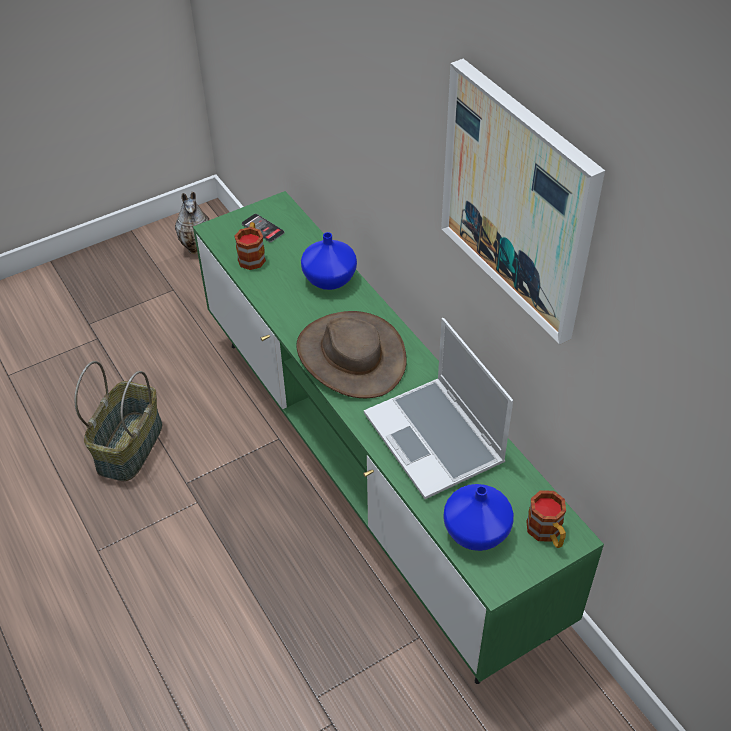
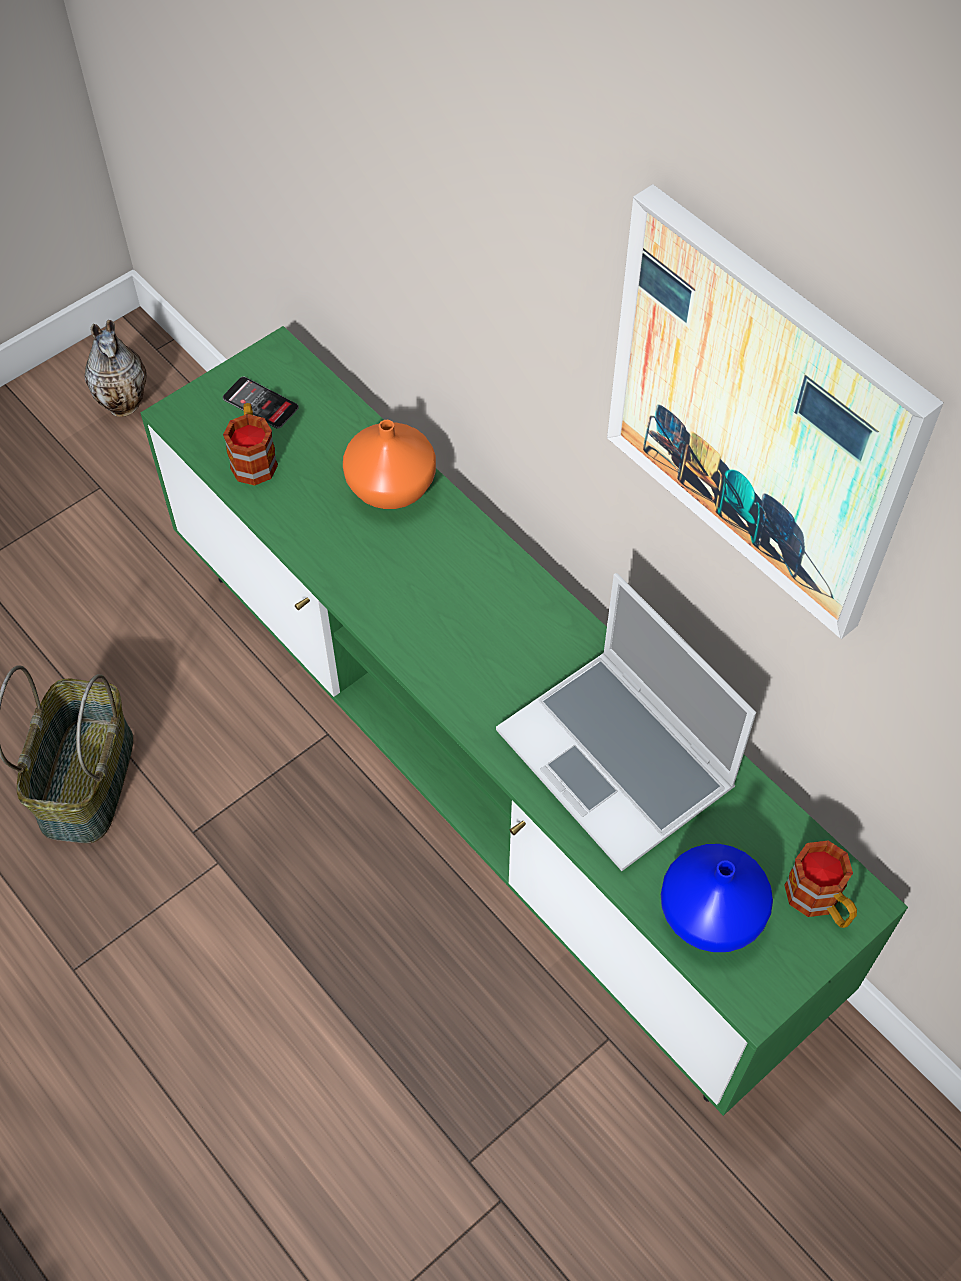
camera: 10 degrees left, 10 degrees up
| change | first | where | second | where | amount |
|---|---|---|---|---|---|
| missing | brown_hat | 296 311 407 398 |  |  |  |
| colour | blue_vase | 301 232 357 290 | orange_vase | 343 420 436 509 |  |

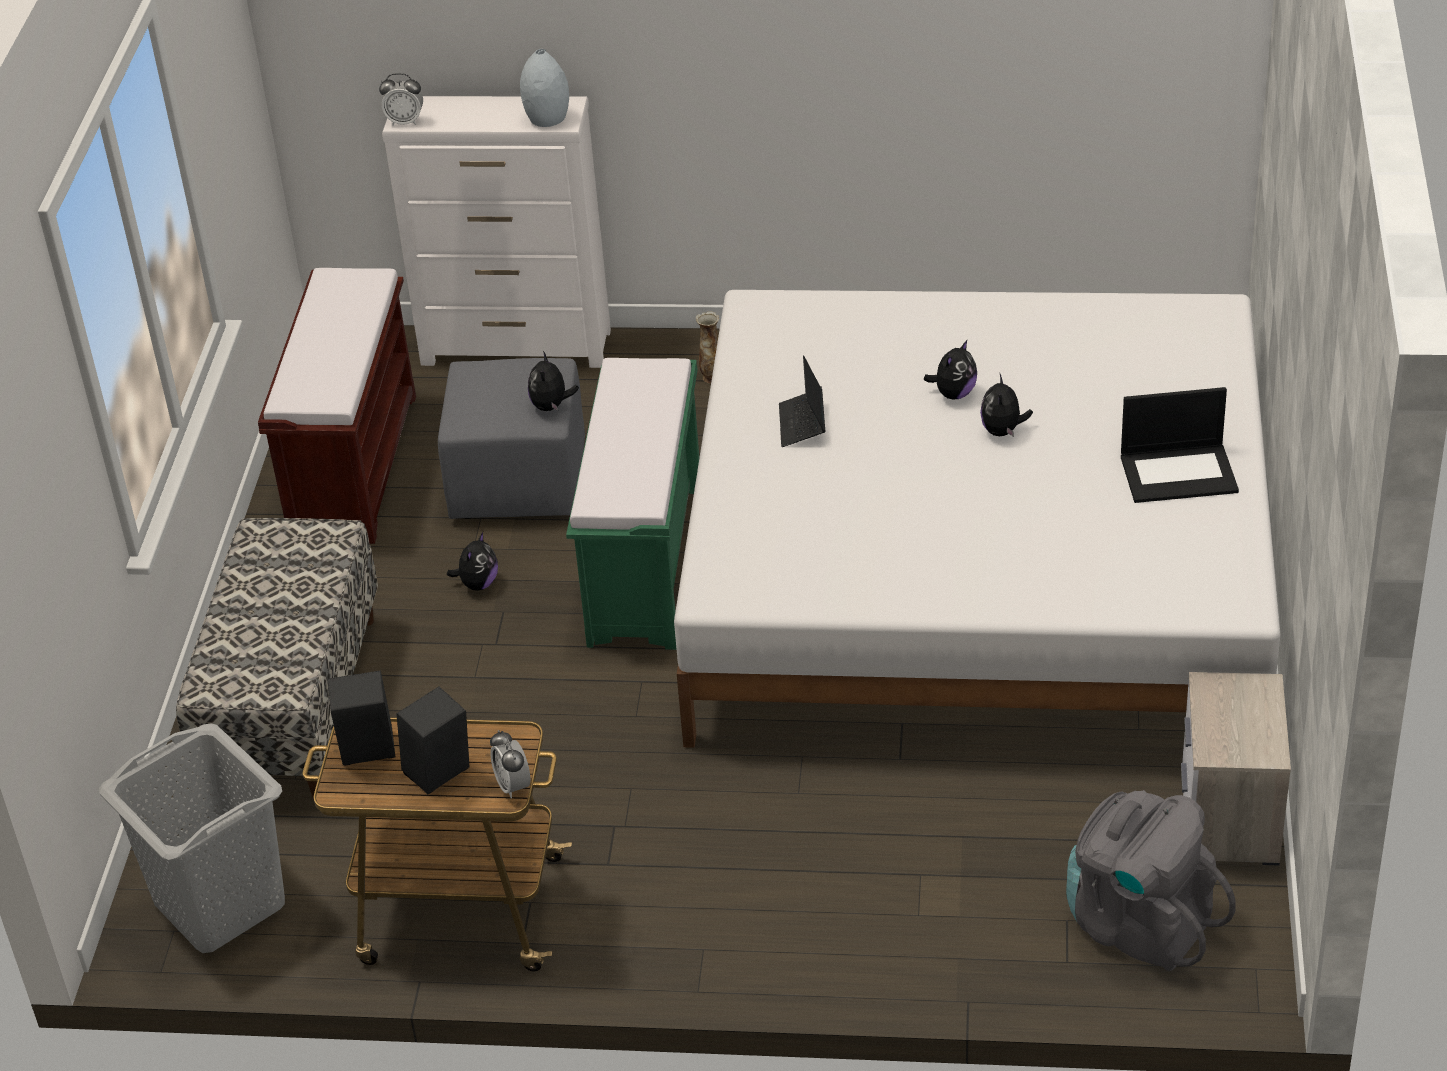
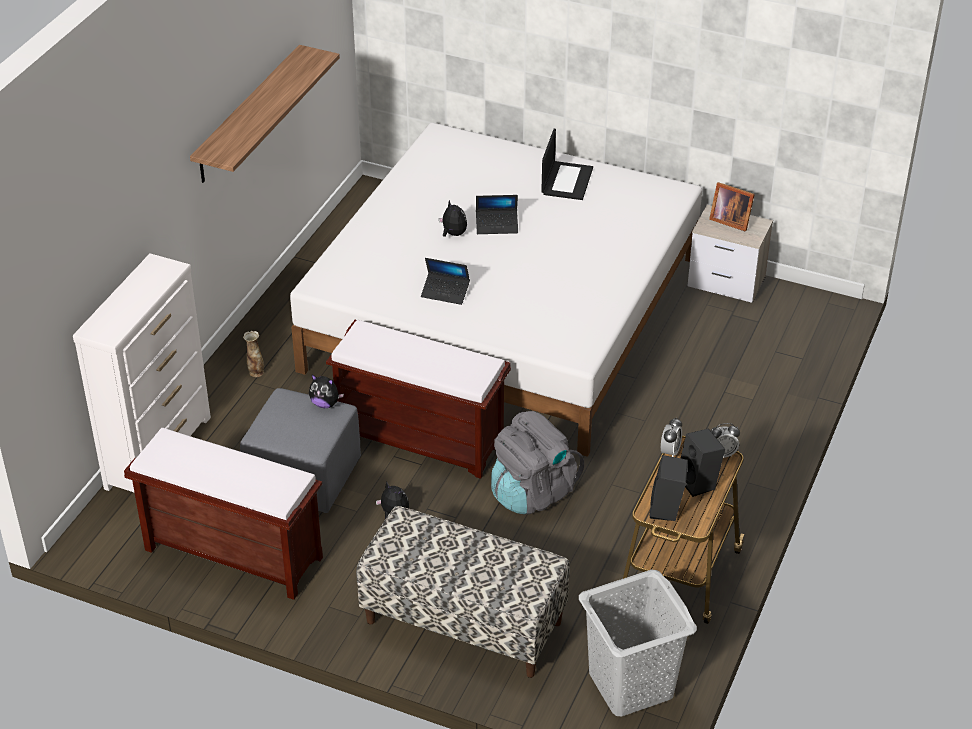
camera: 75 degrees left, 0 degrees up
| change | first | where | second | where | amount |
|---|---|---|---|---|---|
| relocated | alarm_clock | 379 73 423 126 |  | 661 417 682 457 |  |
| missing | grey_vase | 520 49 569 127 |  |  |  |
| colour | green_bench | 566 358 699 650 | brown_bench | 326 320 511 479 |  |
| exchanged | plush_toy | 980 374 1033 437 | laptop | 476 195 518 234 |  |
| relocated | grey_backpack | 1066 790 1236 971 |  | 491 411 584 514 |  |
| appeared |  |  | shelf | 190 45 340 183 |  |
| appeared |  |  | picture_frame | 709 182 755 232 |  |

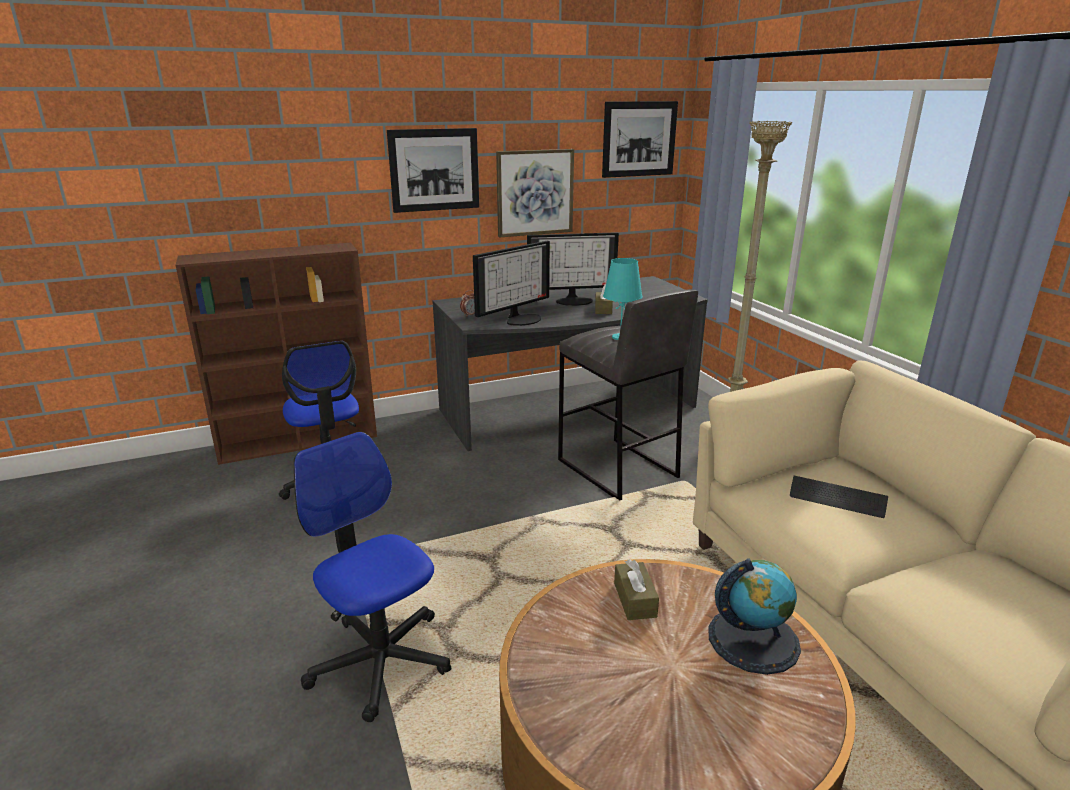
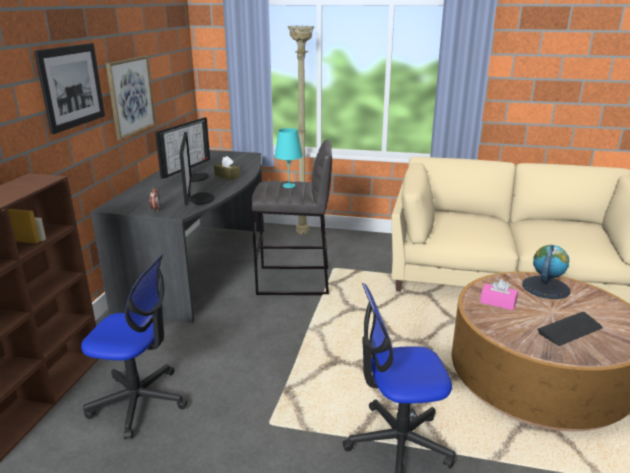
camera: 55 degrees left, 0 degrees up
| change | first | where | second | where | amount |
|---|---|---|---|---|---|
| missing | picture | 602 101 678 178 |  |  |  |
| colour | brown_tissue_box | 614 560 659 620 | pink_tissue_box | 480 279 518 310 |  |
| relocated | keyboard | 790 476 888 518 |  | 538 312 603 346 |  |

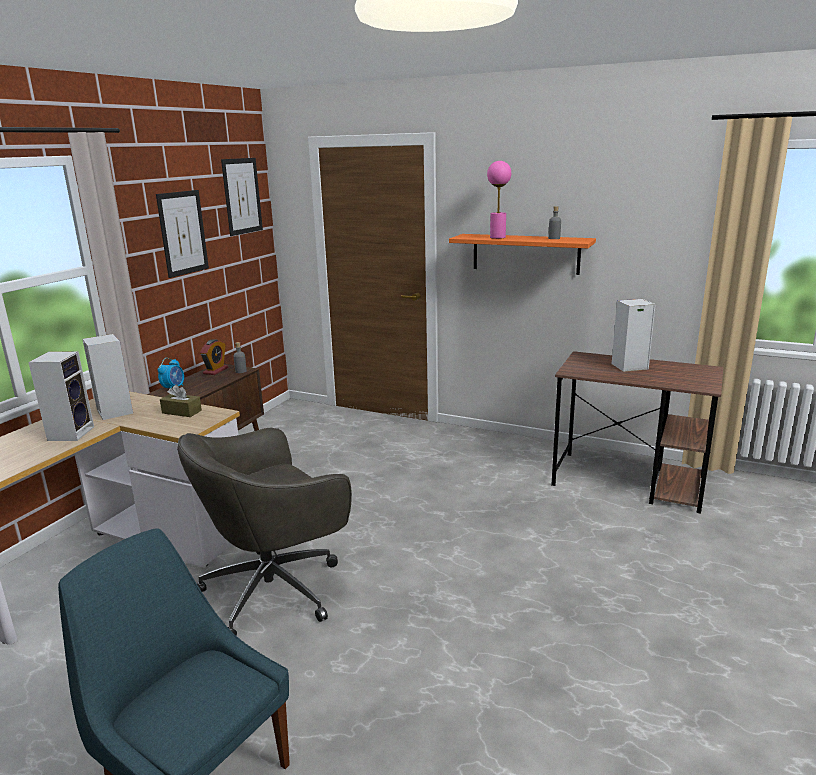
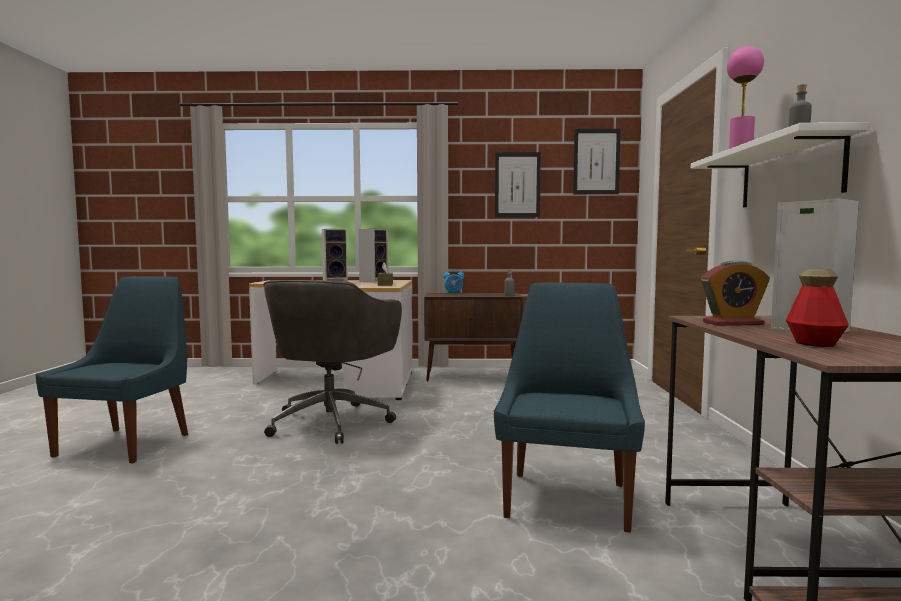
camera: 65 degrees right, 15 degrees down
| change | first | where | second | where | amount |
|---|---|---|---|---|---|
| spun | grey_office_chair | 177 428 352 636 |  | 263 280 402 444 | 105 degrees counterclockwise |
| relocated | alarm_clock | 200 339 228 375 |  | 701 261 770 326 |  |
| colour | orange_shelf | 449 234 596 275 | white_shelf | 691 122 869 207 |  |
| appeared |  |  | blue_chair | 494 283 645 533 |  |
| appeared |  |  | bottle | 786 269 849 347 |  |

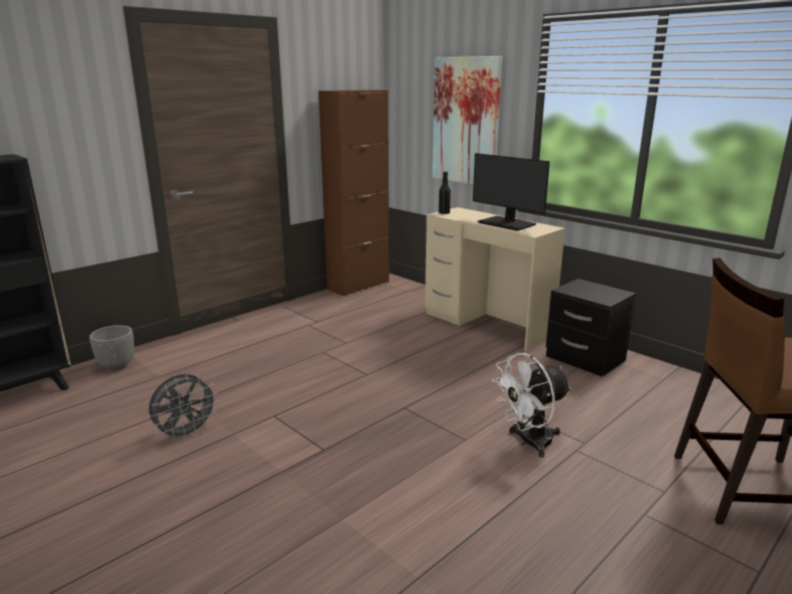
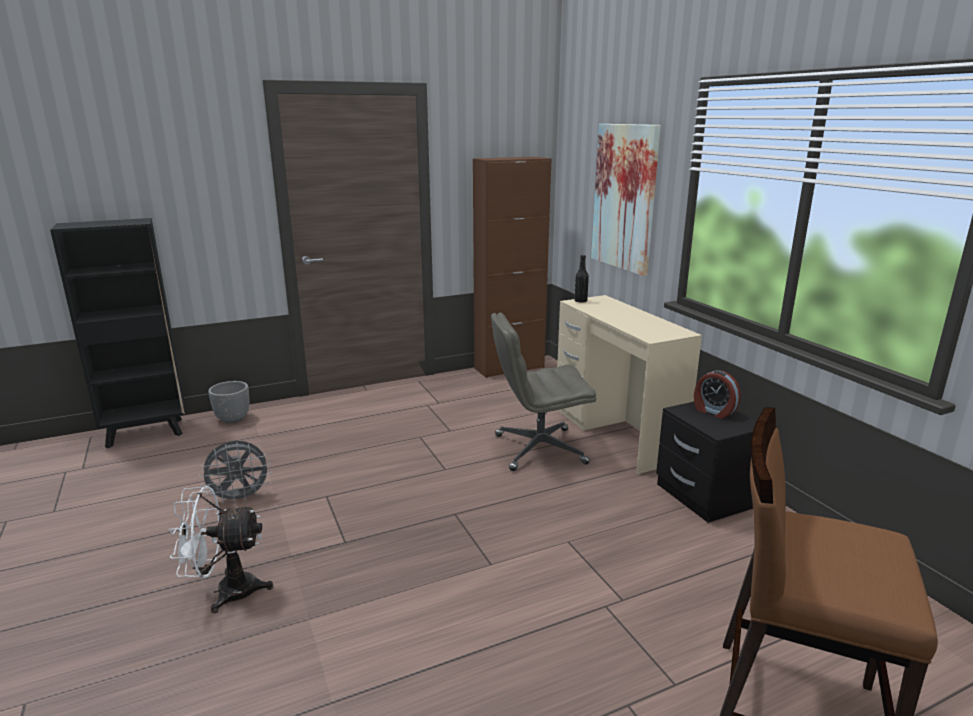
camera: 20 degrees right, 0 degrees up
| change | first | where | second | where | amount |
|---|---|---|---|---|---|
| missing | monitor | 473 153 550 231 |  |  |  |
| relocated | white_fan | 492 353 571 458 |  | 169 486 273 614 |  |
| appeared |  |  | grey_office_chair | 491 313 596 471 |  |
| appeared |  |  | alarm_clock | 694 370 741 419 |  |

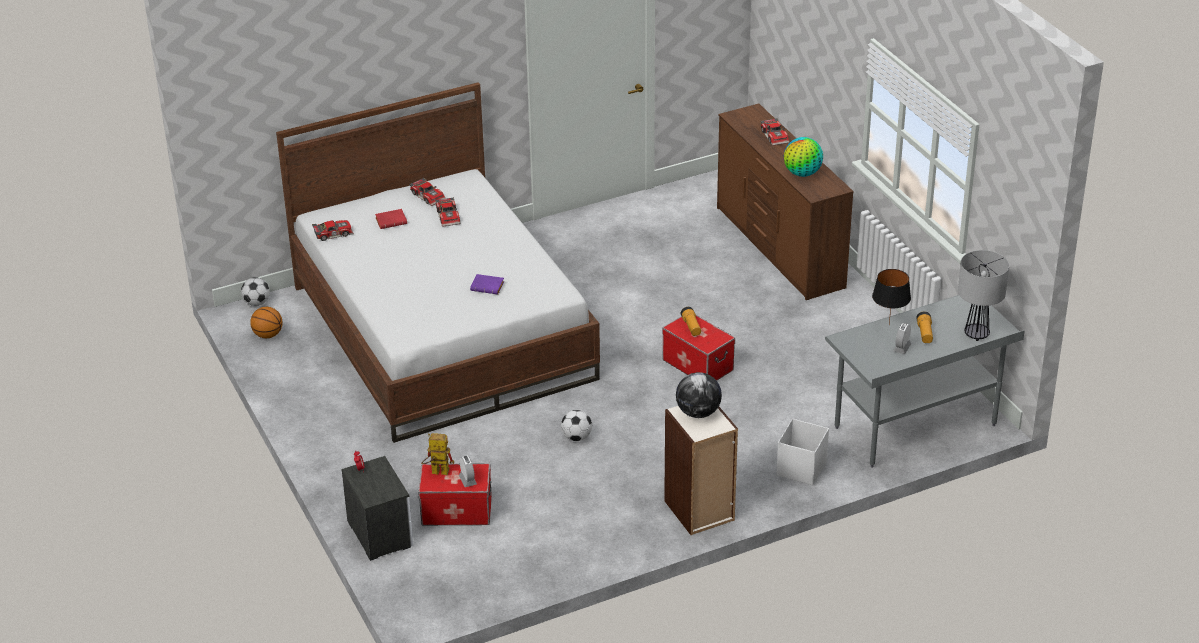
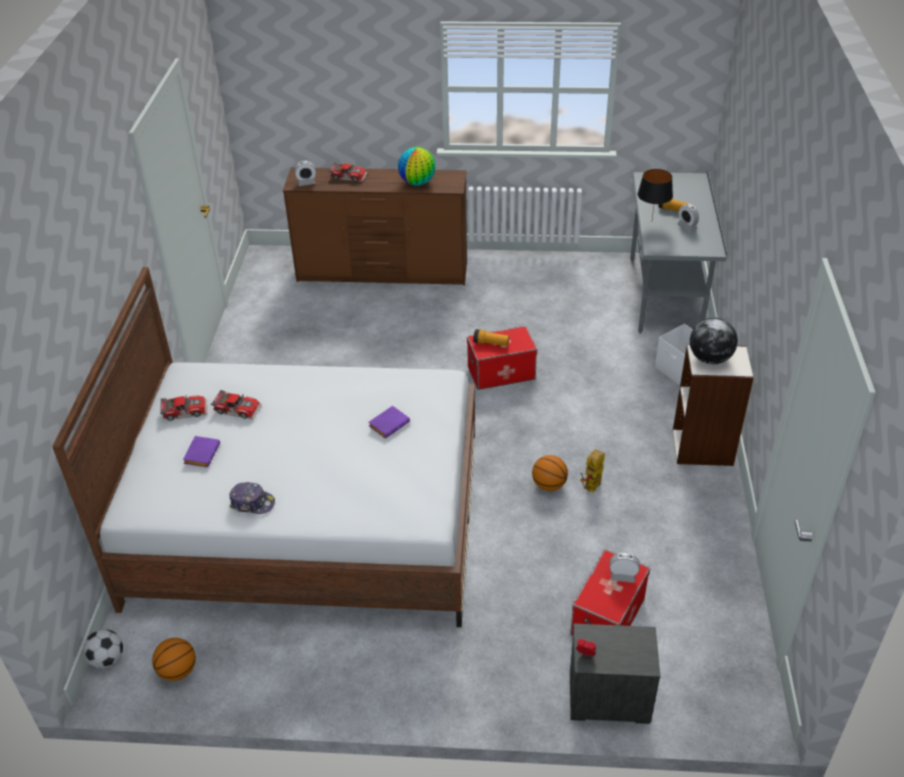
camera: 60 degrees left, 5 degrees up
| change | first | where | second | where | amount |
|---|---|---|---|---|---|
| missing | toy_car | 312 220 354 241 |  |  |  |
| colour | red_book | 375 209 407 229 | purple_book | 183 436 220 467 |  |
| relocated | toy_robot | 421 433 454 475 |  | 580 449 605 493 |  |
| exchanged | football | 561 410 592 441 | basketball | 532 455 568 491 |  |
| missing | table_lamp | 958 250 1009 341 |  |  |  |
| appeared |  |  | cap | 230 482 275 514 |  |
| appeared |  |  | alarm_clock | 294 161 316 186 |  |

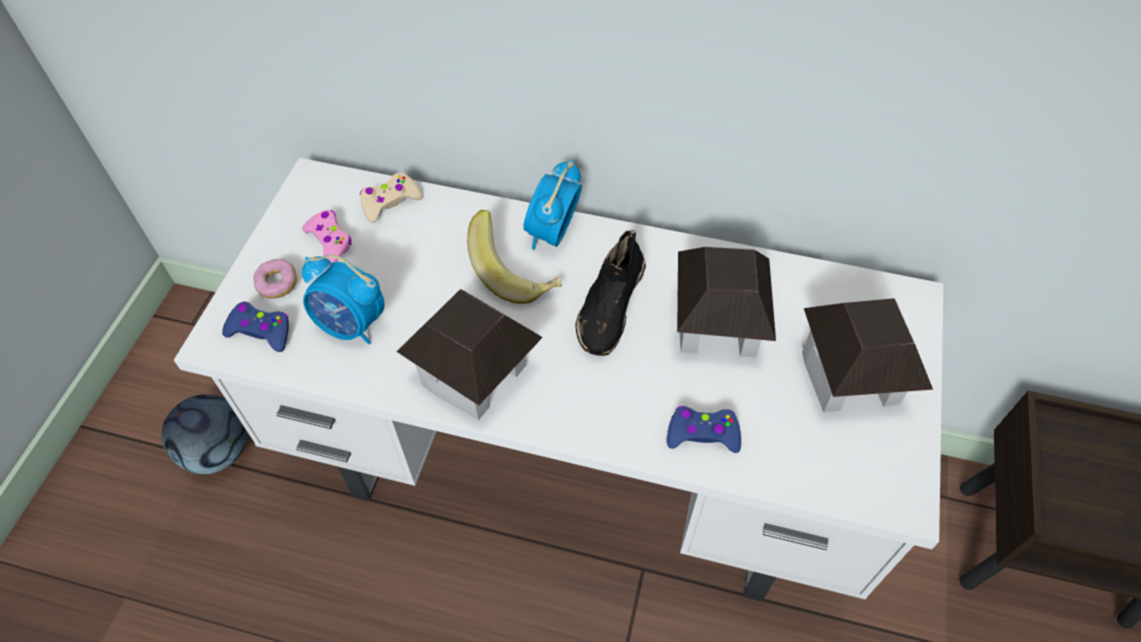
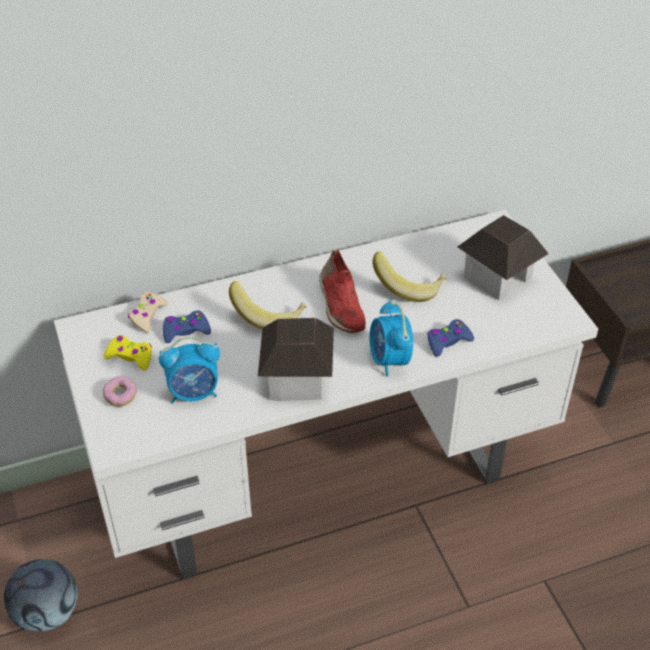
camera: 35 degrees left, 10 degrees down
| change | first | where | second | where | amount |
|---|---|---|---|---|---|
| relocated | blue_game_controller | 222 302 289 352 |  | 163 311 211 343 |  |
| colour | pink_game_controller | 302 210 352 263 | yellow_game_controller | 104 335 152 371 |  |
| relocated | alarm_clock | 523 160 582 250 |  | 369 300 413 377 |  |
| colour | black_shoe | 576 230 646 356 | red_shoe | 319 249 366 333 |  |
| exchanged | toy_house | 677 247 776 357 | banana | 373 251 447 302 |  |

